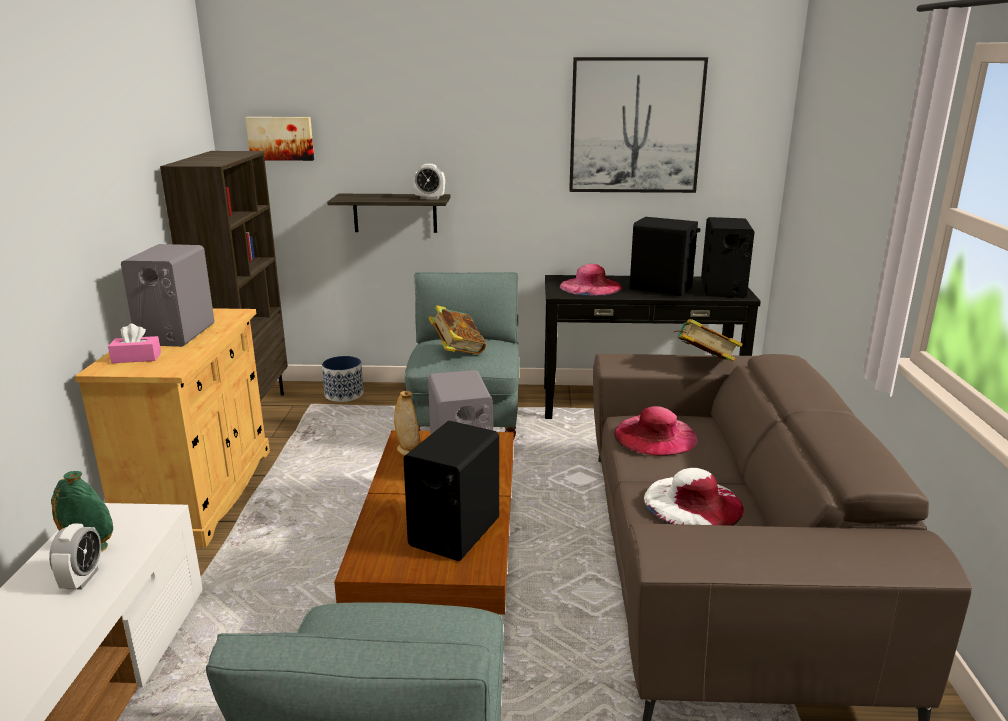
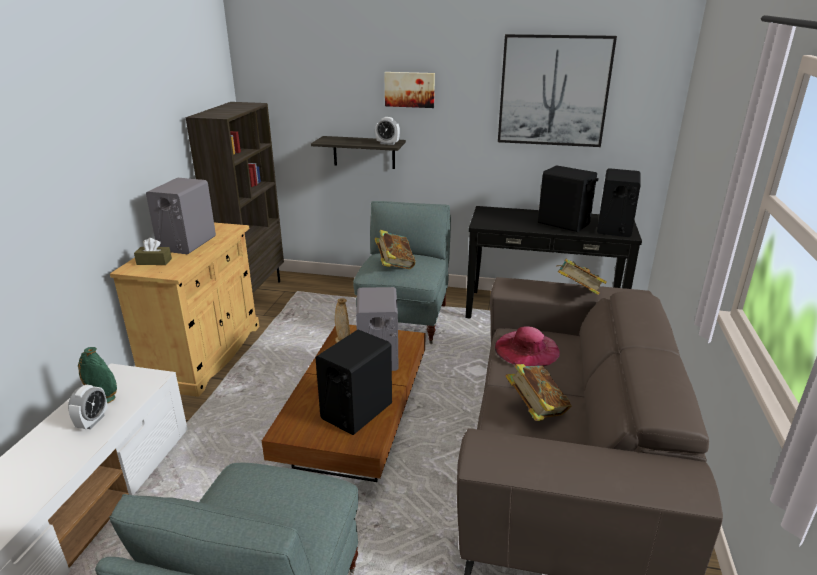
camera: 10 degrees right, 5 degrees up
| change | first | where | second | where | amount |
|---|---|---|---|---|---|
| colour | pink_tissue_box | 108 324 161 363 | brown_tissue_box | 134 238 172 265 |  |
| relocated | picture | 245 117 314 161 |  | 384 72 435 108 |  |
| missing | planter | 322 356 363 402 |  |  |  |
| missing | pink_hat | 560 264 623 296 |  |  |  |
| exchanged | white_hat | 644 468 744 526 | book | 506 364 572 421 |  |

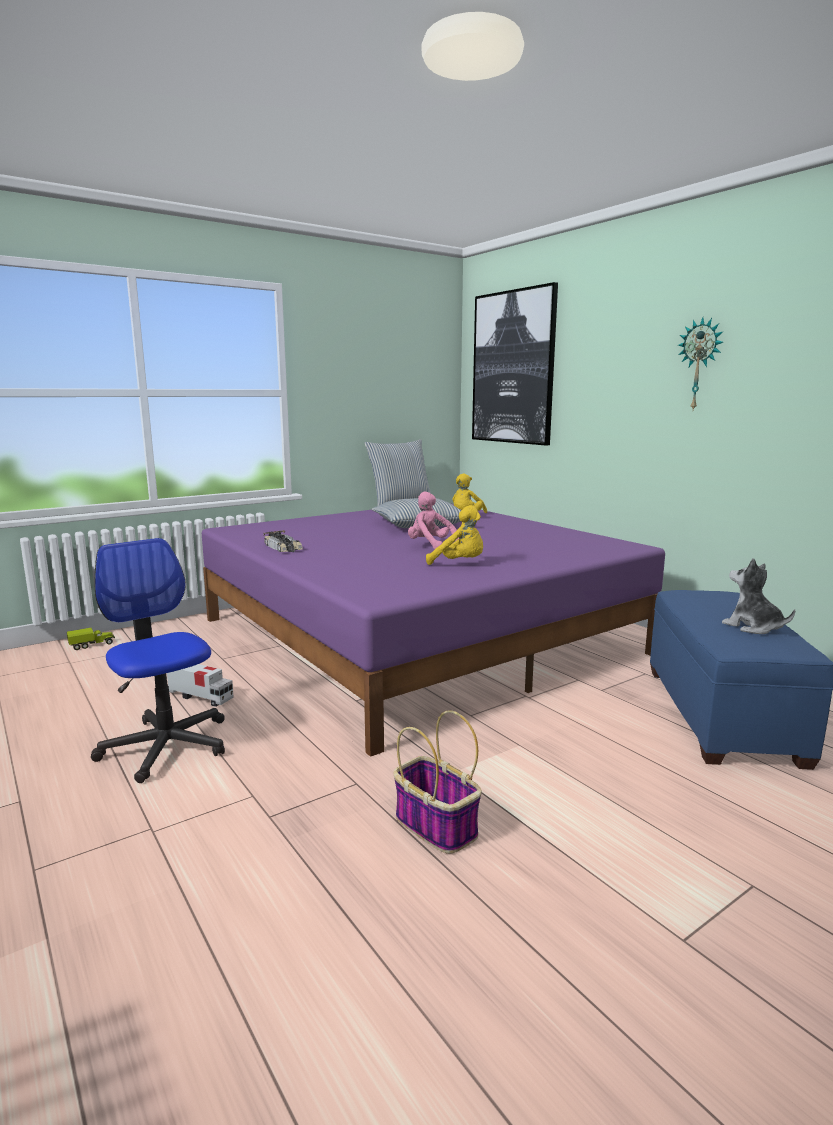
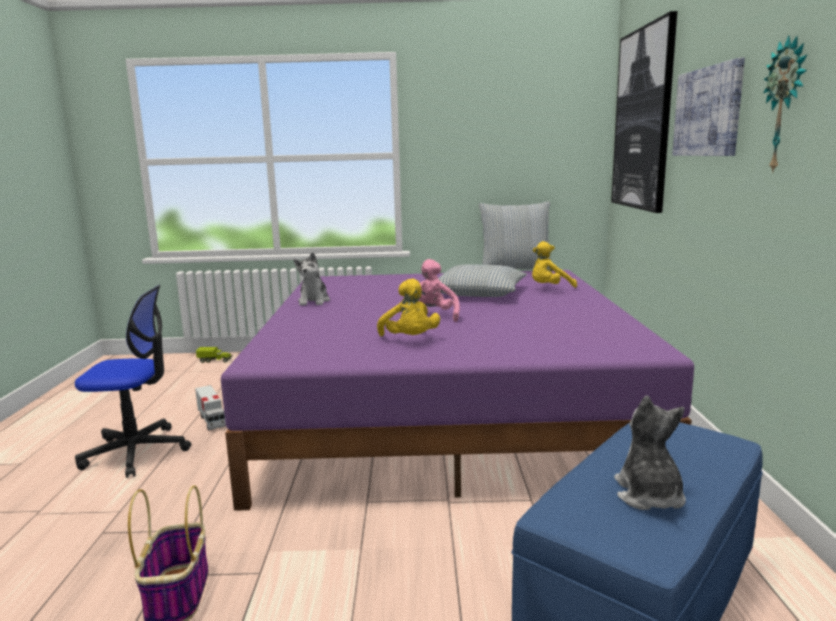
camera: 35 degrees right, 0 degrees up
| change | first | where | second | where | amount |
|---|---|---|---|---|---|
| spun | office_chair | 91 538 225 783 |  | 75 285 191 478 | 90 degrees clockwise |
| exchanged | toy_car | 263 530 303 552 | plush_toy | 294 252 330 306 |  |
| appeared |  |  | picture | 672 58 745 156 |  |

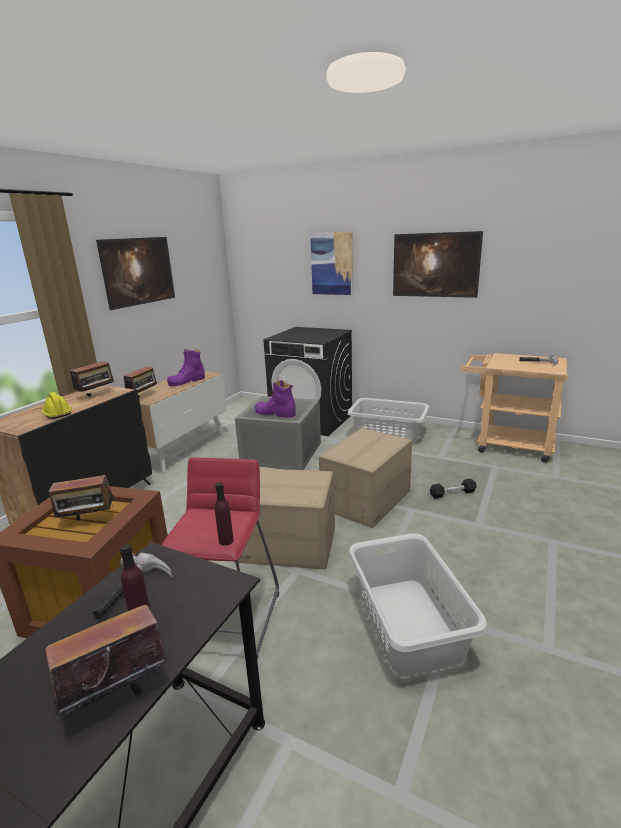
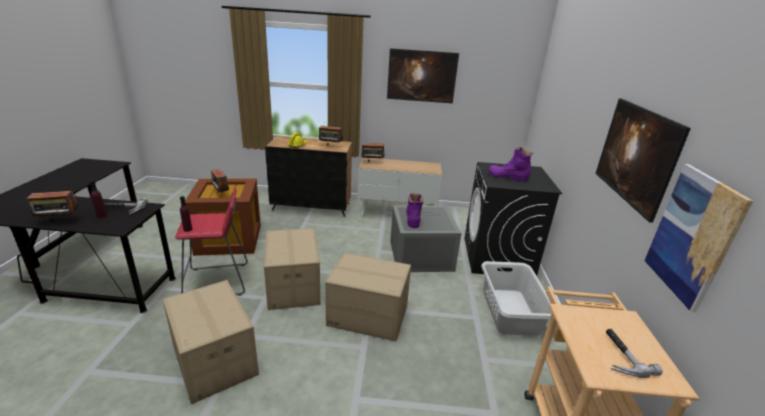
camera: 65 degrees right, 5 degrees up
| change | first | where | second | where | amount |
|---|---|---|---|---|---|
| spun | radio | 45 593 167 715 |  | 26 188 79 221 | 135 degrees clockwise |
| relocated | purple_boot | 167 349 205 386 |  | 489 147 533 182 |  |
| relocated | picture | 310 232 353 295 |  | 644 164 753 313 |  |
| exchanged | grey_laundry_basket | 348 533 488 677 | cardboard_box | 163 280 259 404 |  |
| missing | black_dumbbell | 430 478 477 499 |  |  |  |

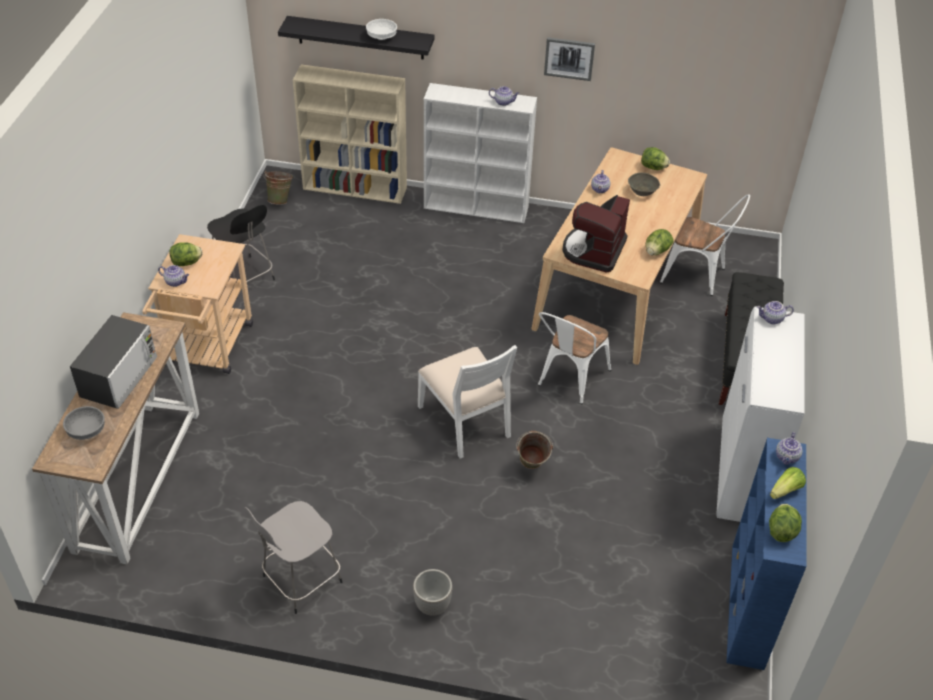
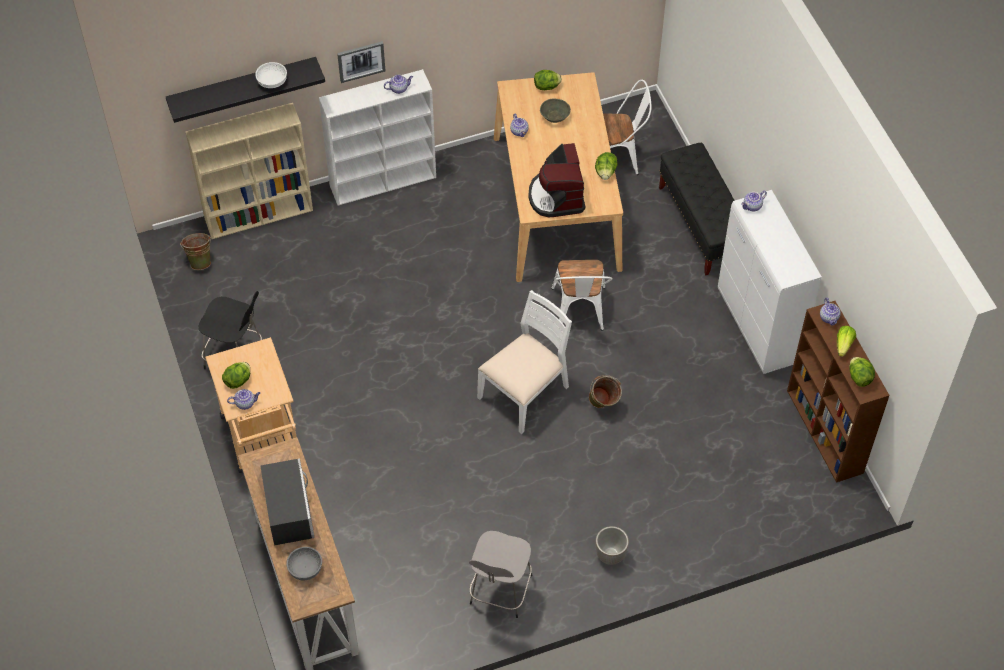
camera: 30 degrees left, 10 degrees up
| change | first | where | second | where | amount |
|---|---|---|---|---|---|
| spun | white_chair | 418 345 517 459 |  | 477 290 572 434 | 75 degrees counterclockwise |
| relocated | picture | 544 37 595 81 |  | 337 41 385 83 |  |
| colour | blue_bookcase | 726 438 806 670 | brown_bookcase | 787 301 889 483 |  |

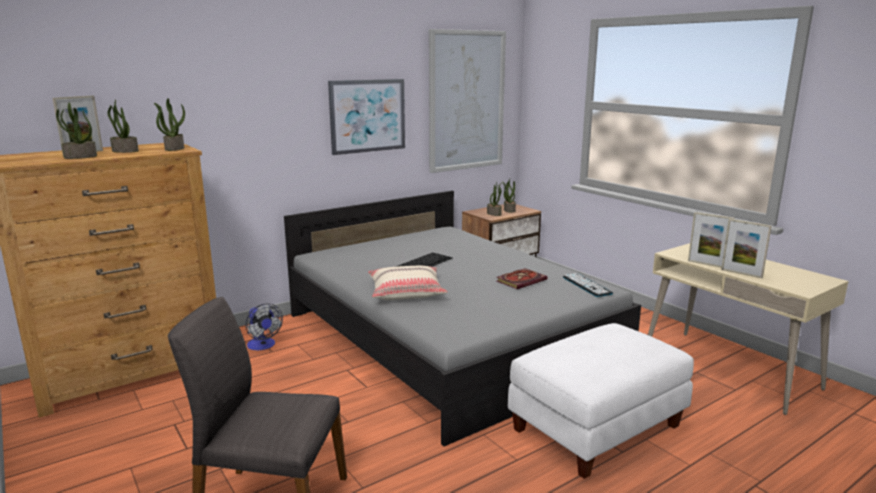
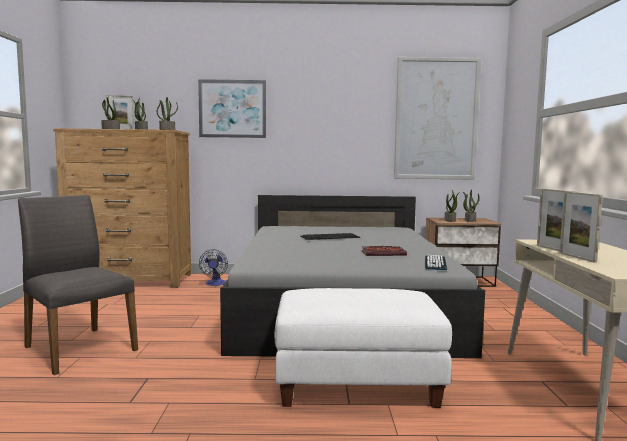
camera: 35 degrees right, 10 degrees down
| change | first | where | second | where | amount |
|---|---|---|---|---|---|
| relocated | picture | 328 79 405 155 |  | 198 79 266 138 |  |
| missing | beige_pillow | 368 266 448 300 |  |  |  |

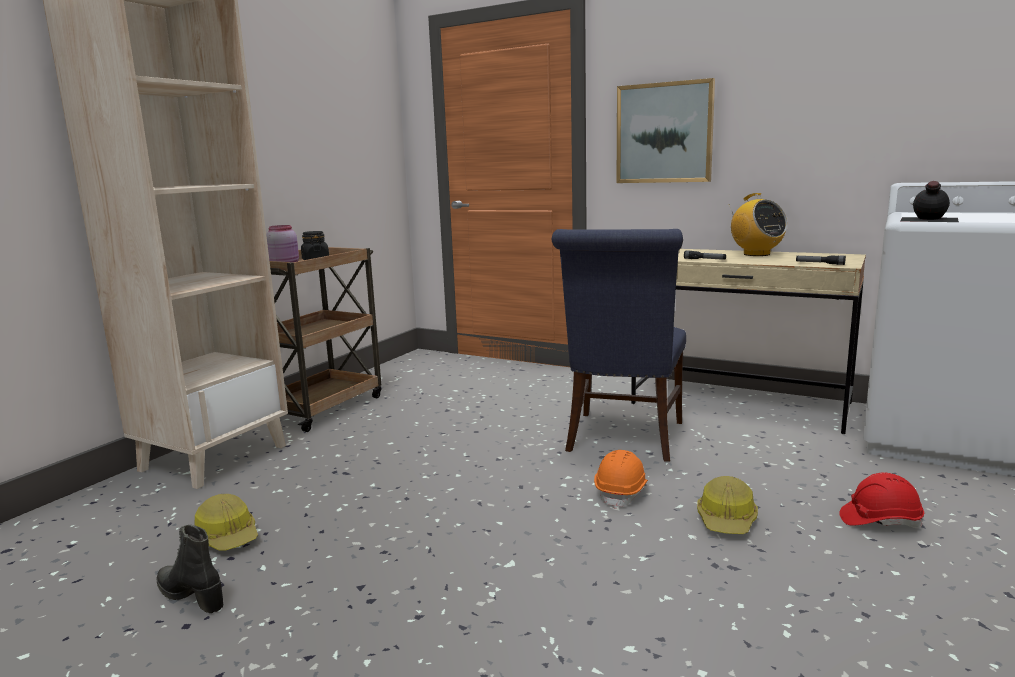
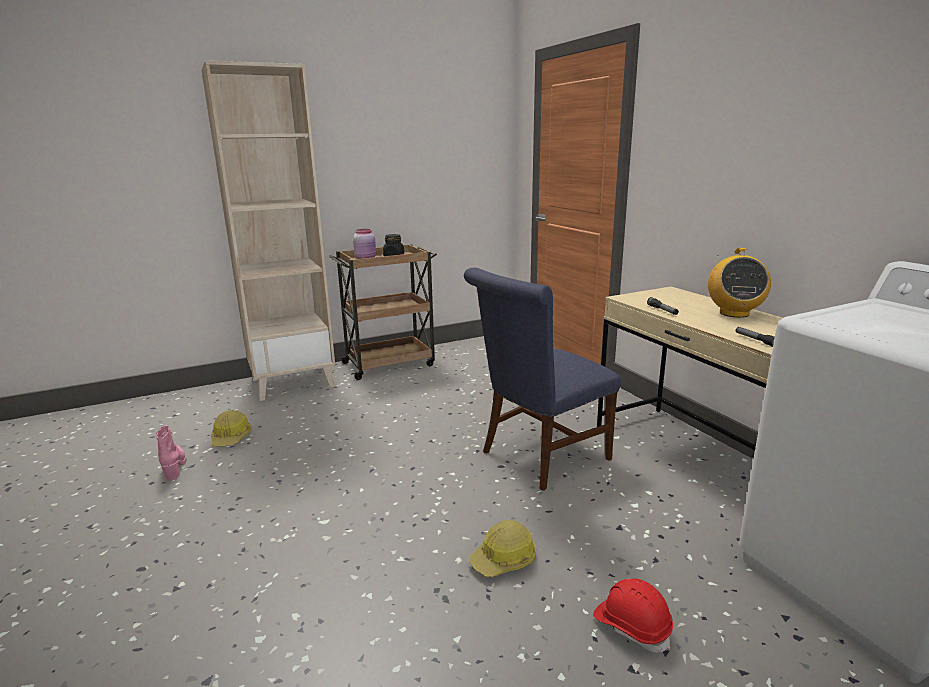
camera: 35 degrees right, 5 degrees up
| change | first | where | second | where | amount |
|---|---|---|---|---|---|
| colour | black_boot | 156 525 223 613 | pink_boot | 156 426 186 481 |  |
| missing | orange_hard_hat | 594 450 648 509 |  |  |  |
| missing | picture | 617 78 715 183 |  |  |  |
| missing | black_bottle | 900 181 959 222 |  |  |  |

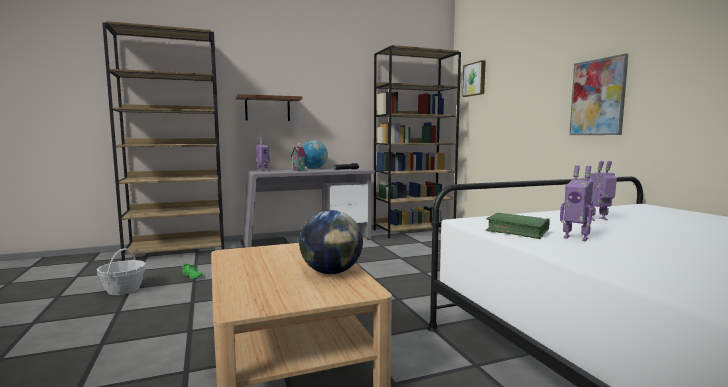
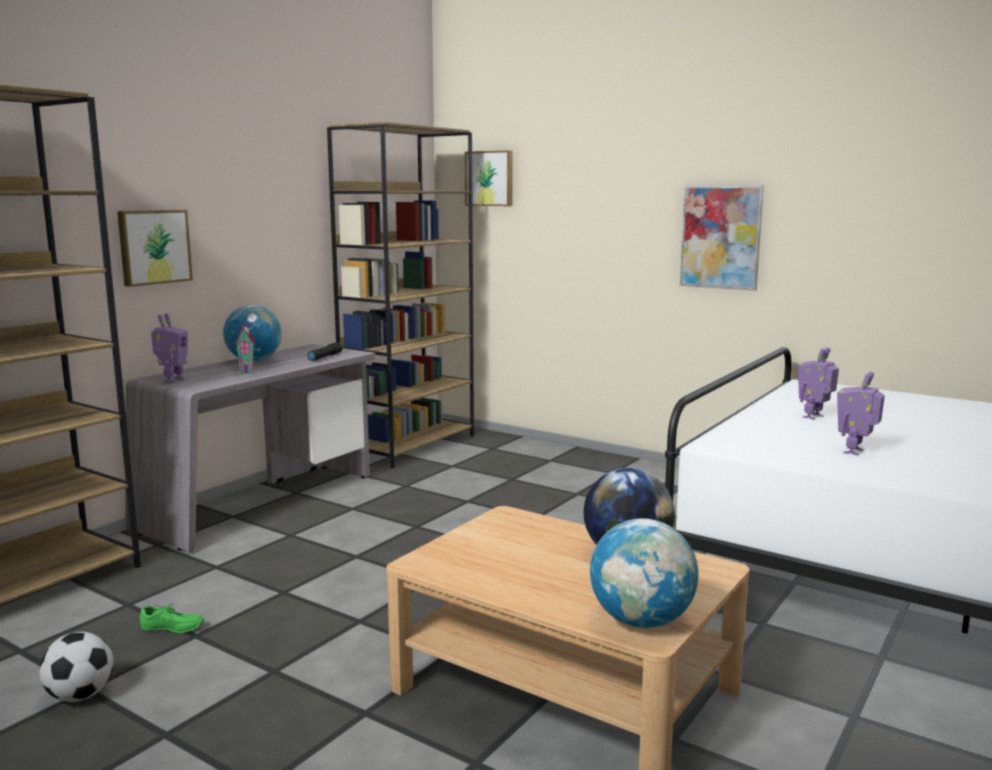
camera: 35 degrees left, 5 degrees up
| change | first | where | second | where | amount |
|---|---|---|---|---|---|
| exchanged | basket | 97 248 146 295 | football | 39 632 113 702 |  |
| exchanged | brown_shelf | 235 94 302 121 | picture | 117 210 193 287 |  |
| missing | green_book | 486 213 550 239 |  |  |  |
| spun | toy_robot | 560 165 593 241 |  | 837 371 885 456 | 120 degrees clockwise |
| appeared |  |  | globe | 590 518 699 628 |  |

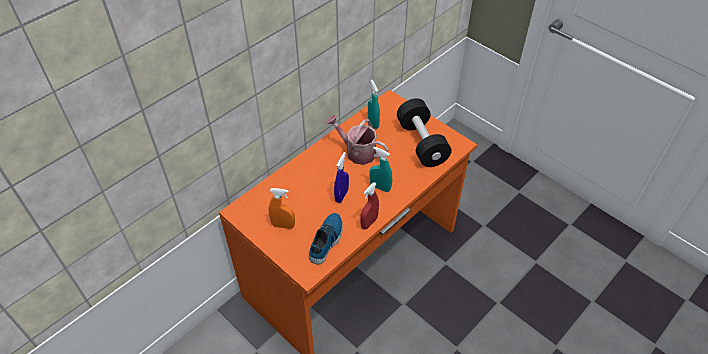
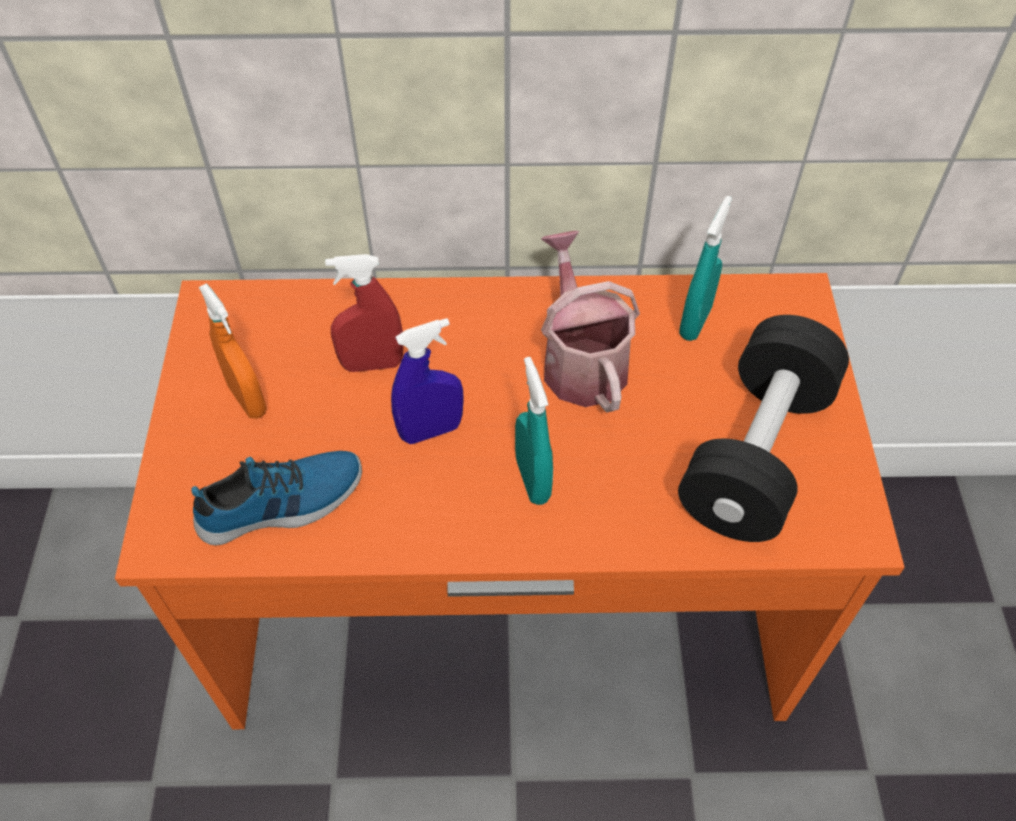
camera: 45 degrees right, 5 degrees up
| change | first | where | second | where | amount |
|---|---|---|---|---|---|
| relocated | red_spray_bottle | 360 182 379 229 |  | 325 254 403 372 |  |

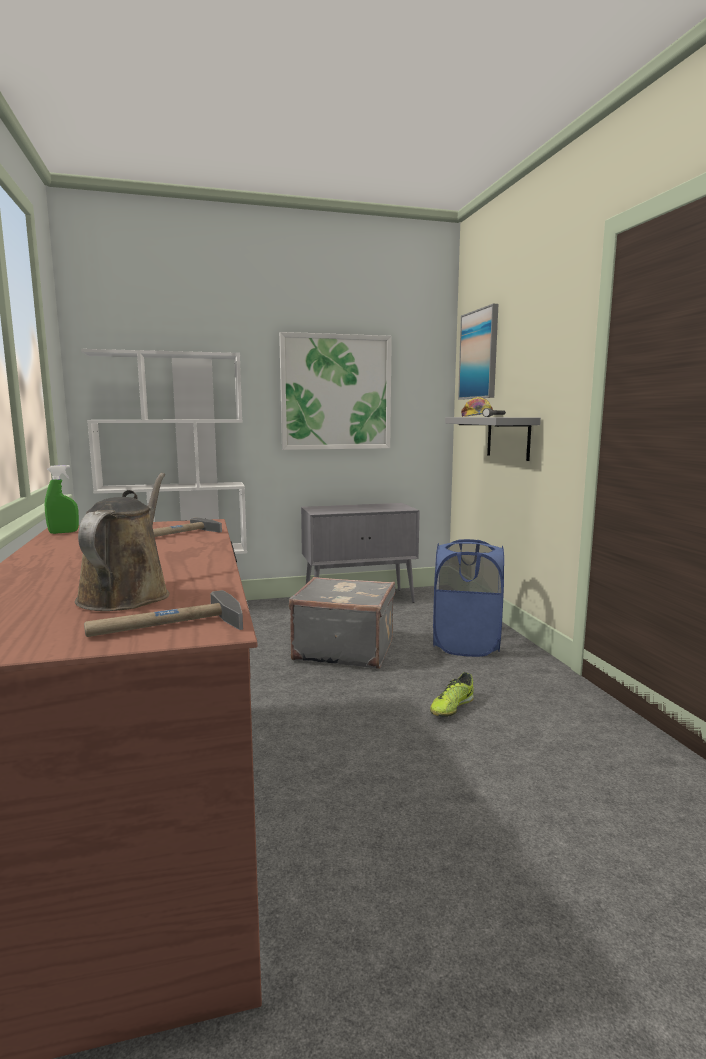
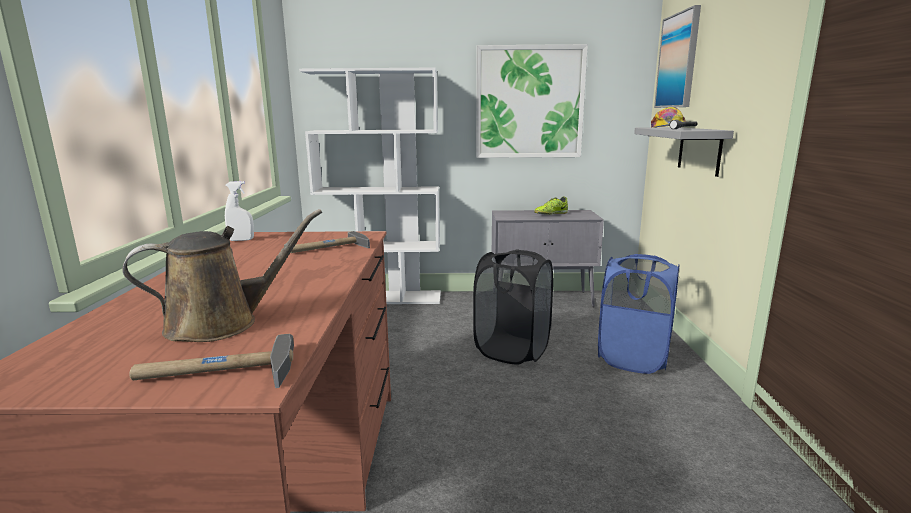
camera: 15 degrees right, 5 degrees up
| change | first | where | second | where | amount |
|---|---|---|---|---|---|
| colour | green_spray_bottle | 45 465 79 534 | white_spray_bottle | 225 181 254 241 |  |
| spun | brown_watering_can | 75 473 170 611 |  | 123 209 322 342 | 45 degrees clockwise |
| exchanged | grey_suitcase | 289 577 395 668 | black_laundry_basket | 473 250 553 365 |  |
| relocated | shoe | 430 672 474 717 |  | 534 196 568 215 |  |

